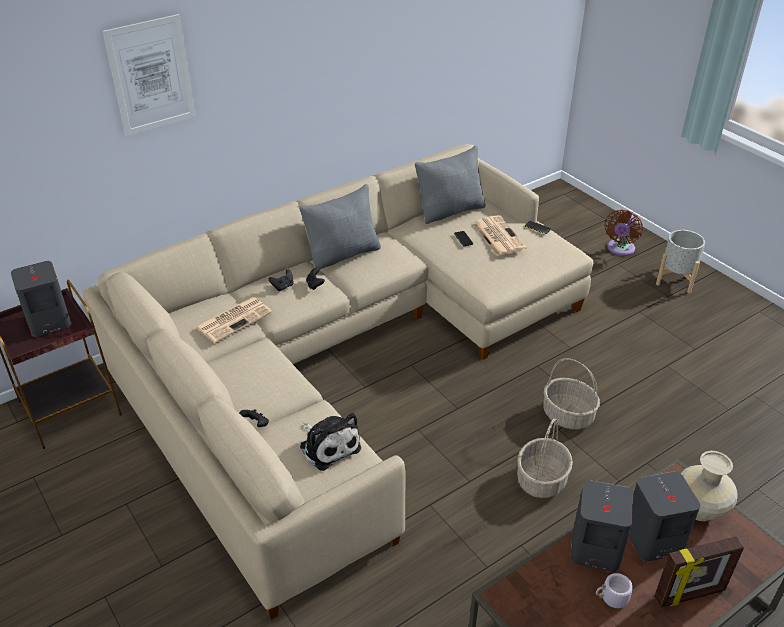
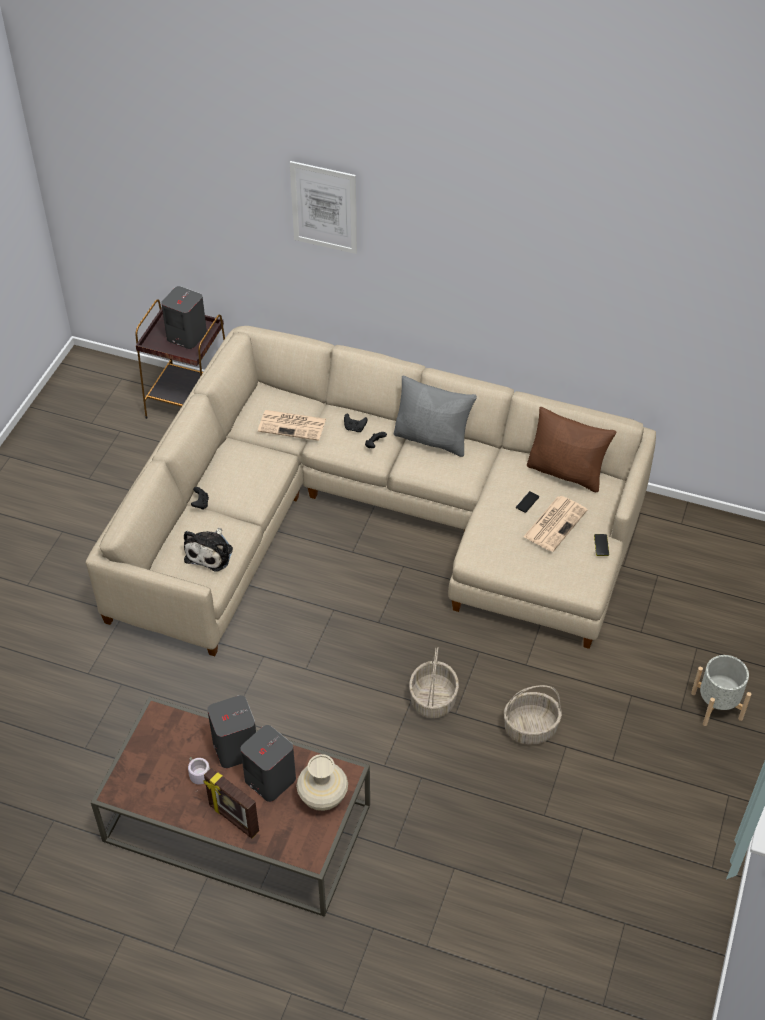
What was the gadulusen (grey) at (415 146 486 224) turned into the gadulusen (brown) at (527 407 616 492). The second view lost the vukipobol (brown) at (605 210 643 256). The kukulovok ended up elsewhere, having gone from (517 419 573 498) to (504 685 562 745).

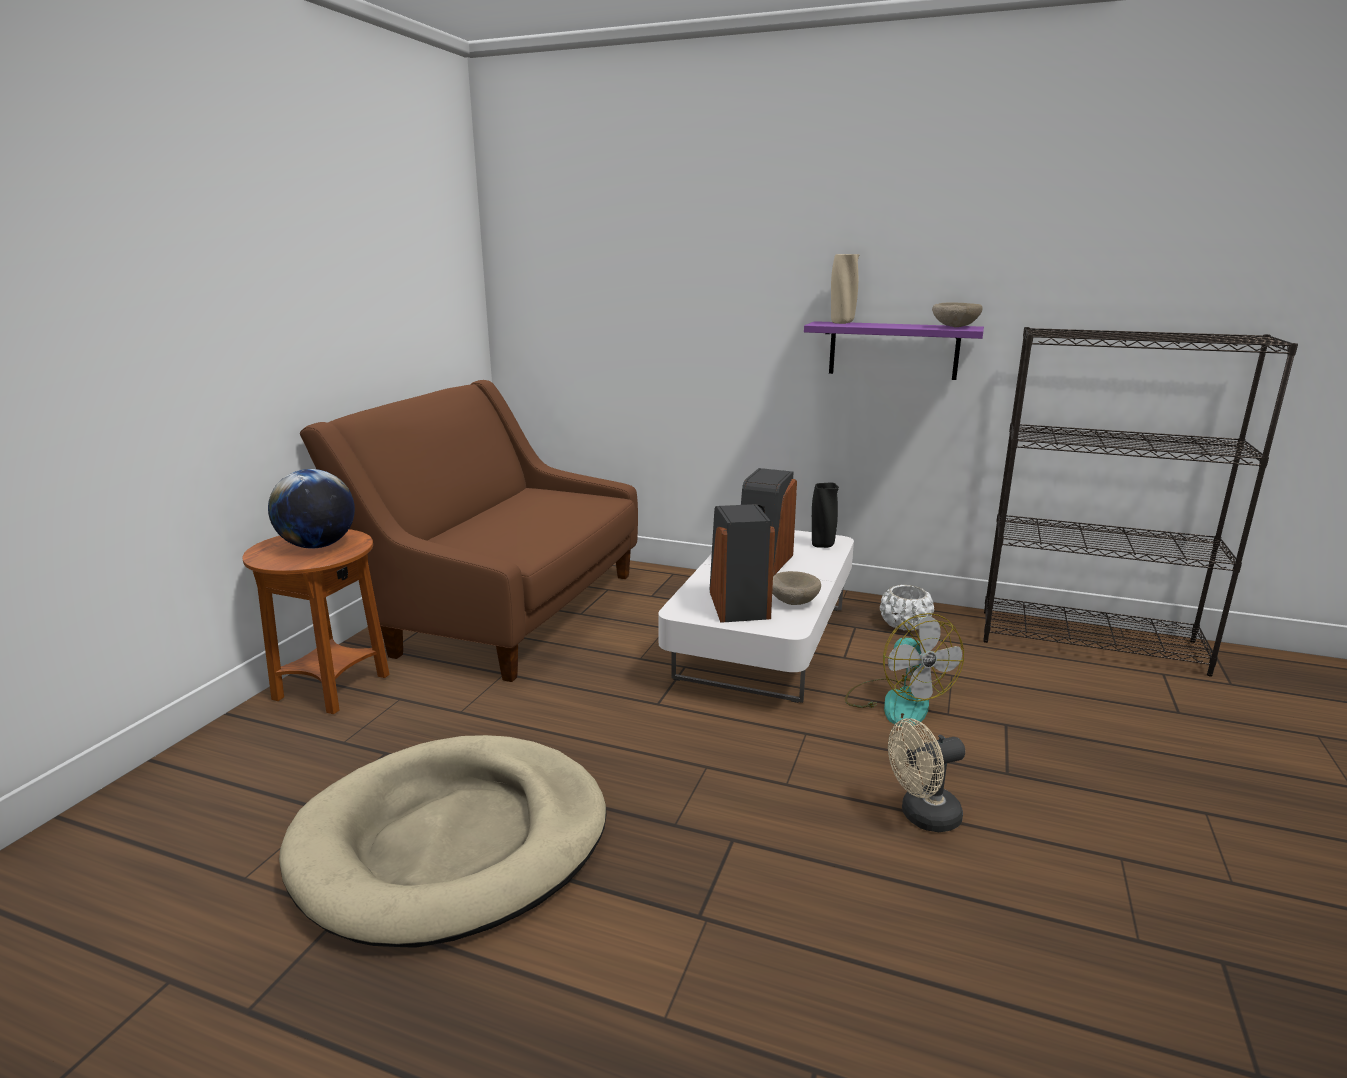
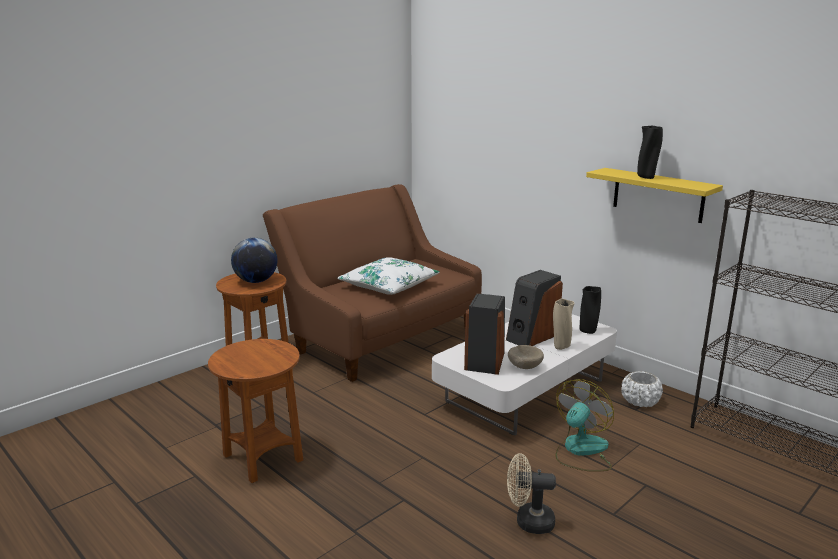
The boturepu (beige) ended up elsewhere, having gone from (831 254 860 324) to (553 299 575 350). The second view lost the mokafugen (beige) at (932 302 983 328). What was the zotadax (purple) at (804 321 984 380) turned into the zotadax (yellow) at (586 168 723 223). The vukipobol at (845 613 964 726) ended up facing another way, 150 degrees counterclockwise from before. Where the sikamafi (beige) stood at (279 735 607 948), the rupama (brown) came to stand at (208 339 303 483). The second view gained the boturepu (black) at (637 126 663 179). The second view gained the gadulusen (white) at (337 257 440 295).

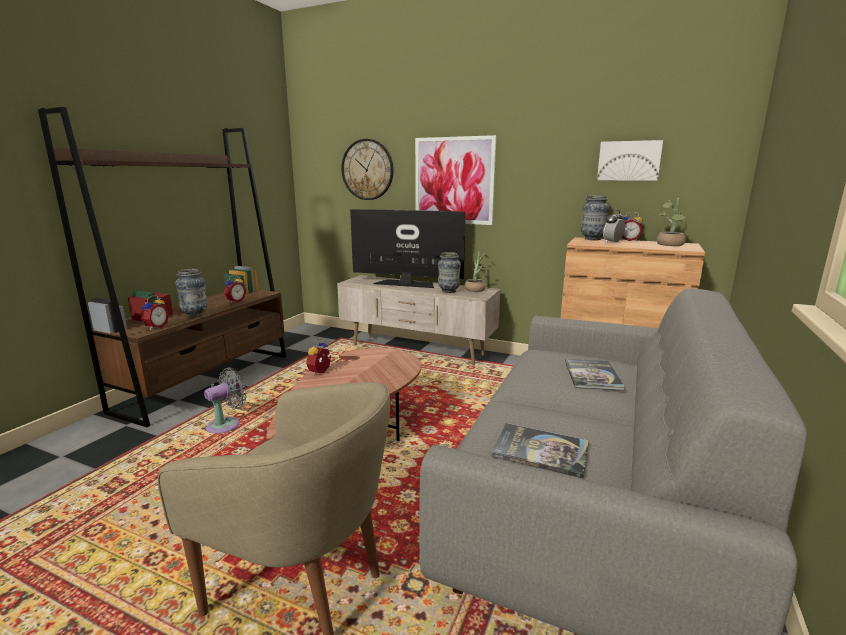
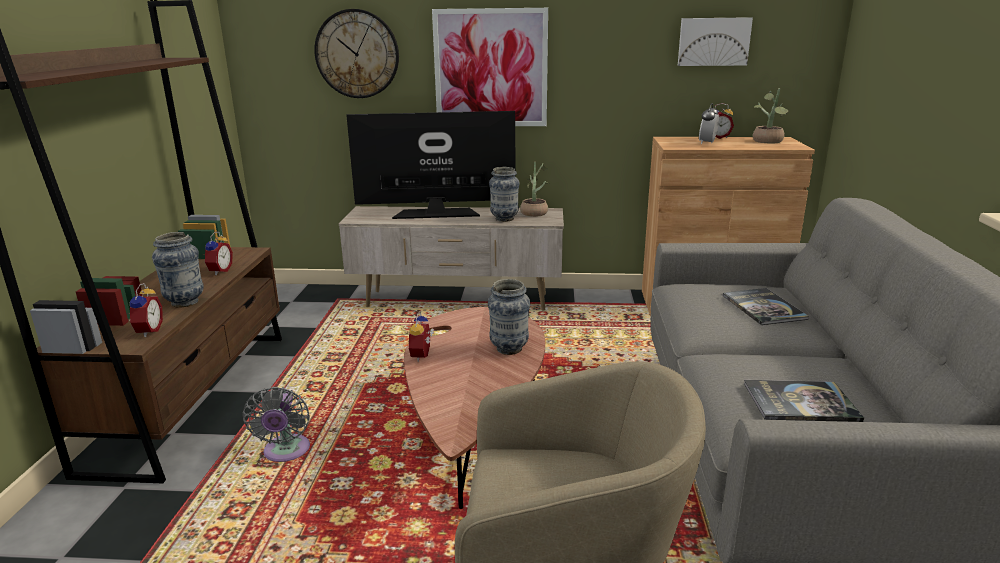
The boturepu ended up elsewhere, having gone from (581 195 609 240) to (488 279 530 355). The vukipobol (grey) at (204 367 247 434) ended up facing another way, 150 degrees clockwise from before.

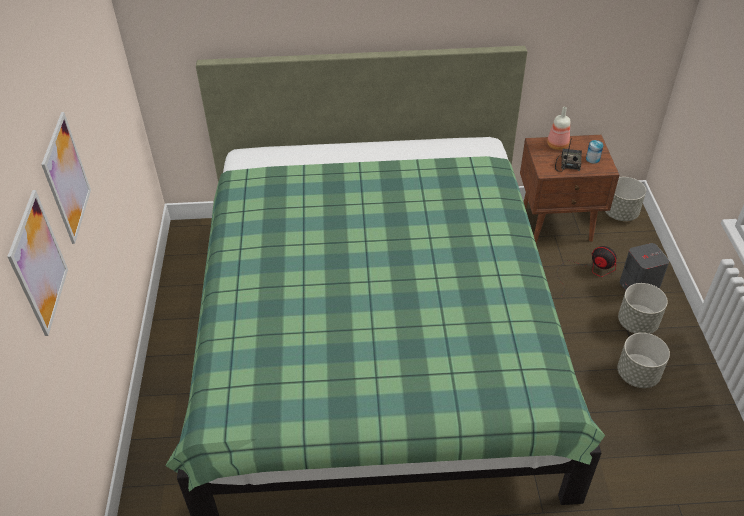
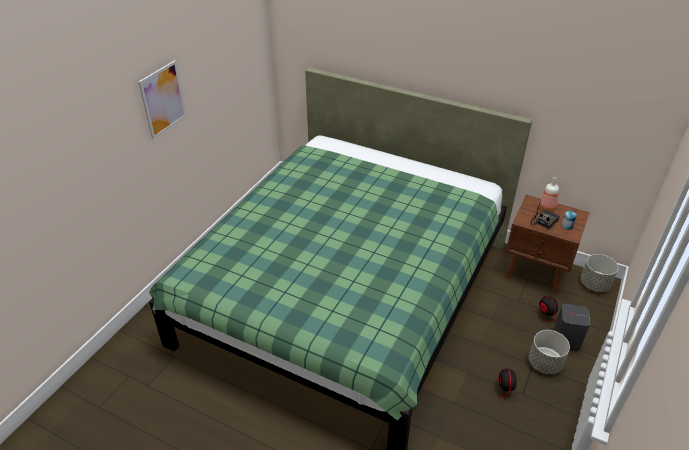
The second view lost the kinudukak at (7 190 68 336). Where the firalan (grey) stood at (617 333 670 388), the vukipobol came to stand at (496 368 554 419).

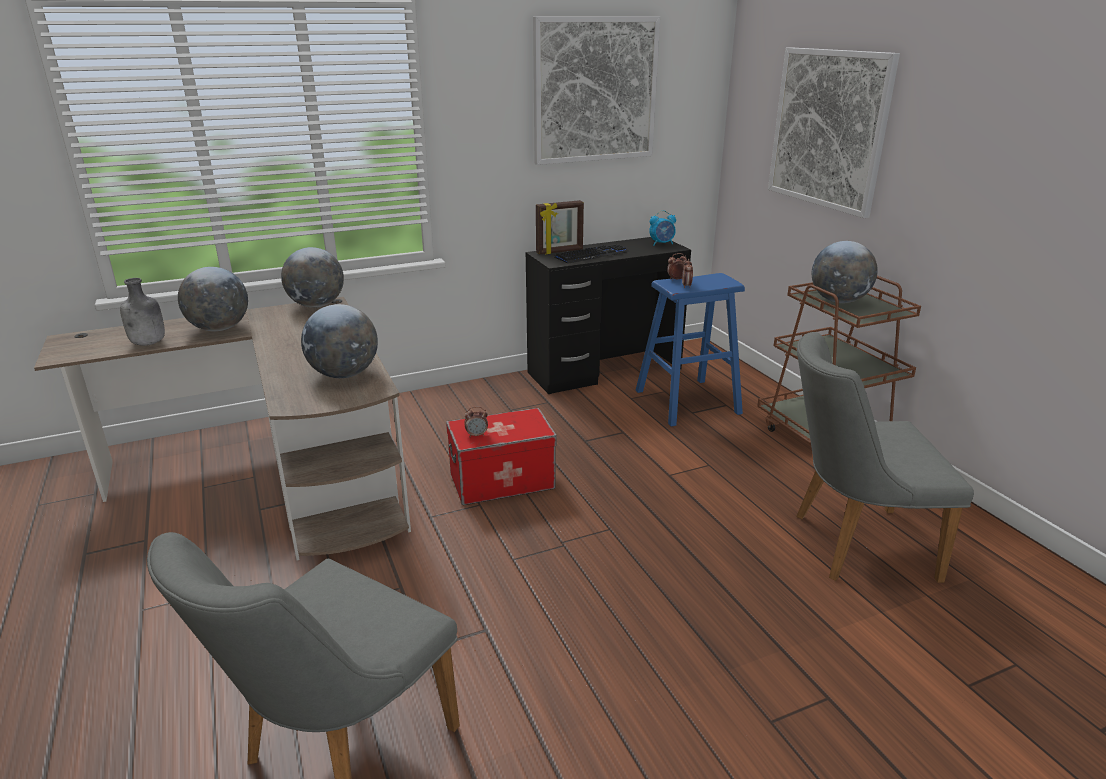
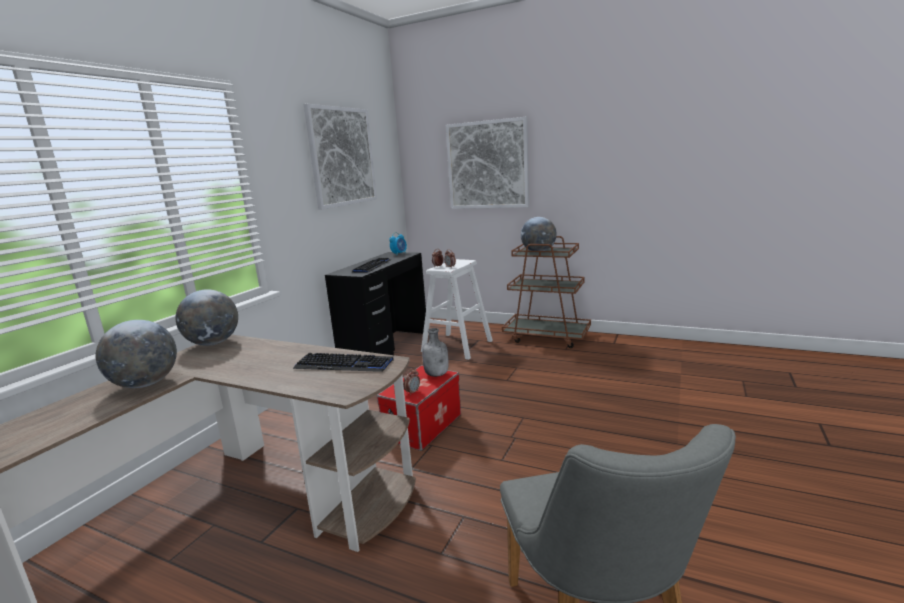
The second view lost the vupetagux at (536 200 584 255). What was the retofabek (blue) at (636 273 745 426) turned into the retofabek (white) at (421 259 493 360). The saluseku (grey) ended up elsewhere, having gone from (120 278 165 346) to (422 328 448 377). Where the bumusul stood at (301 304 378 378), the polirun came to stand at (293 353 394 372). The second view lost the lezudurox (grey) at (796 332 974 583).

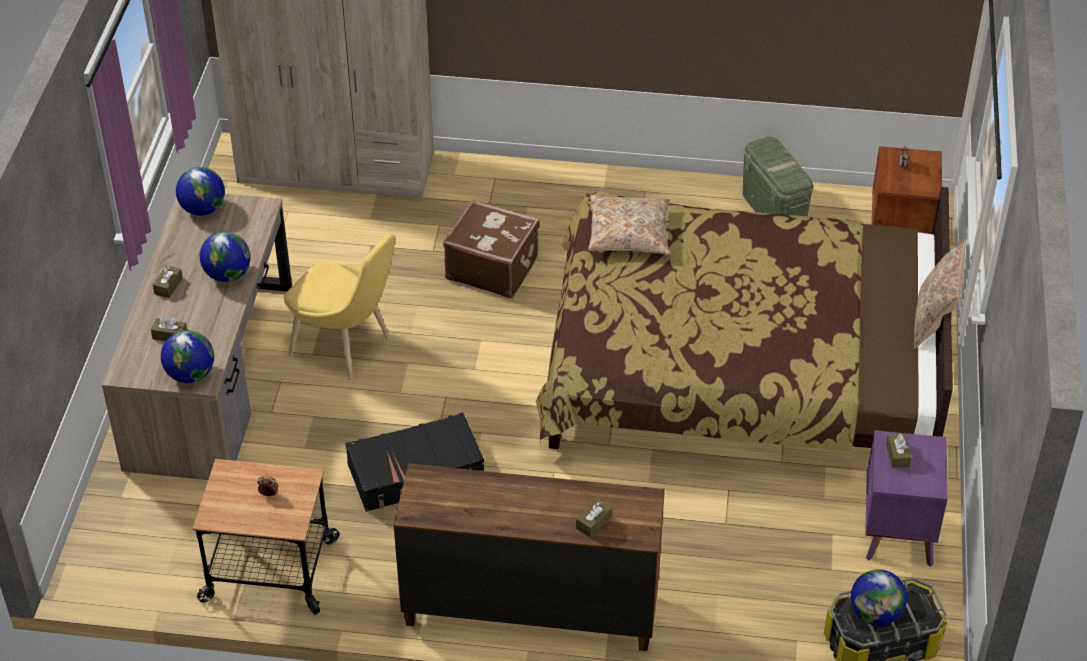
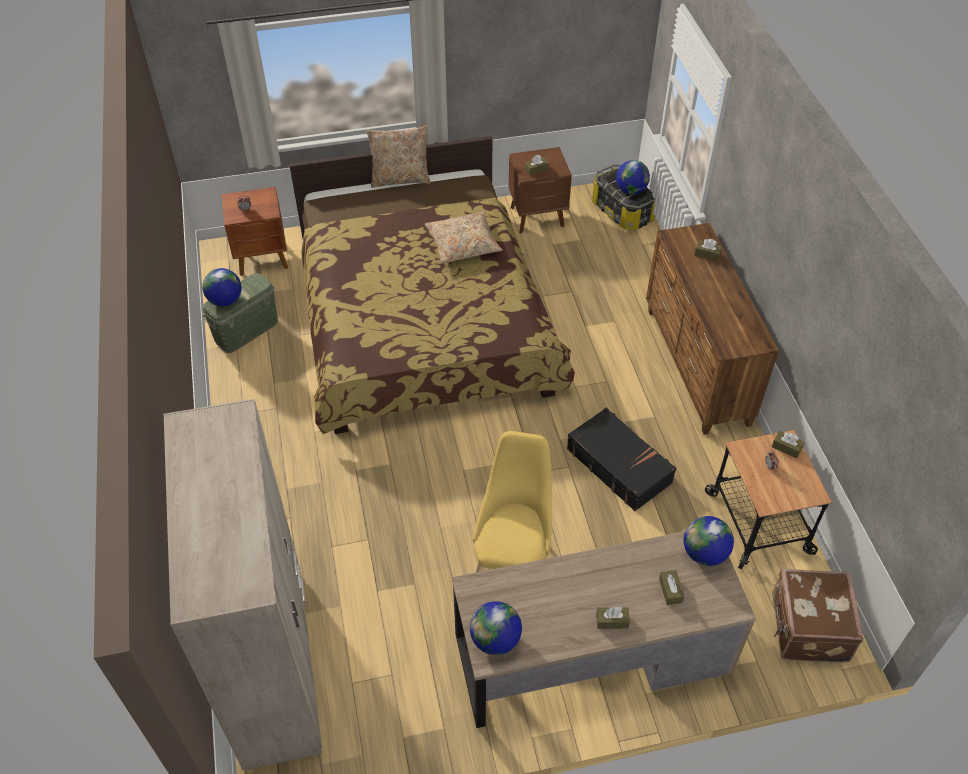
The gadulusen (beige) ended up elsewhere, having gone from (588 194 670 255) to (425 211 503 264). The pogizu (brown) ended up elsewhere, having gone from (443 200 540 298) to (772 569 864 663). The bumusul ended up elsewhere, having gone from (200 232 250 282) to (202 268 242 306). What was the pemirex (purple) at (865 430 948 567) turned into the pemirex (brown) at (509 147 572 234). The second view gained the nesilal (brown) at (772 431 805 458).

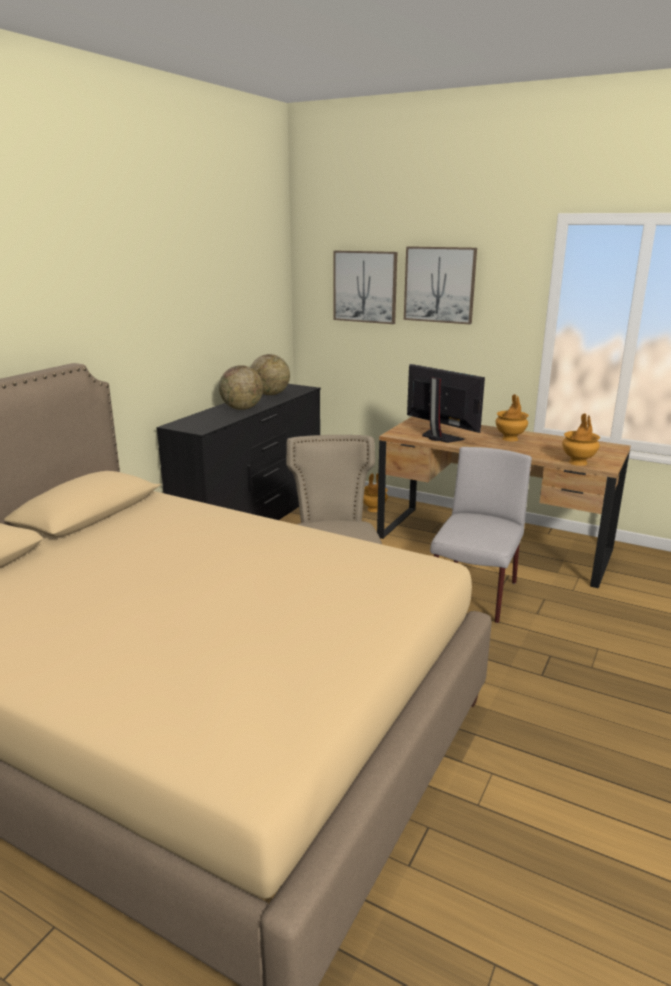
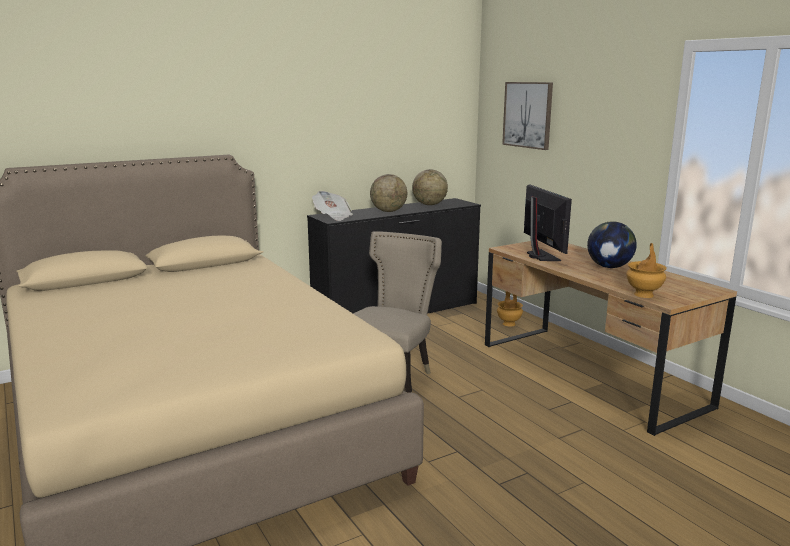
The second view lost the kinudukak at (404 246 477 324). Where the boturepu (brown) stood at (496 394 529 441), the bumusul came to stand at (587 221 637 268). The second view lost the lezudurox (grey) at (430 447 532 623). The second view gained the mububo at (312 191 353 221).

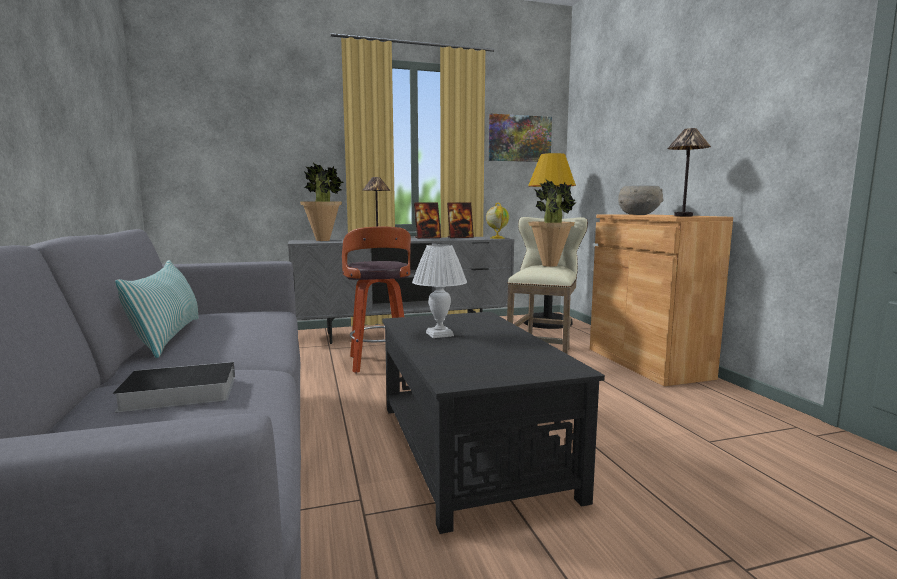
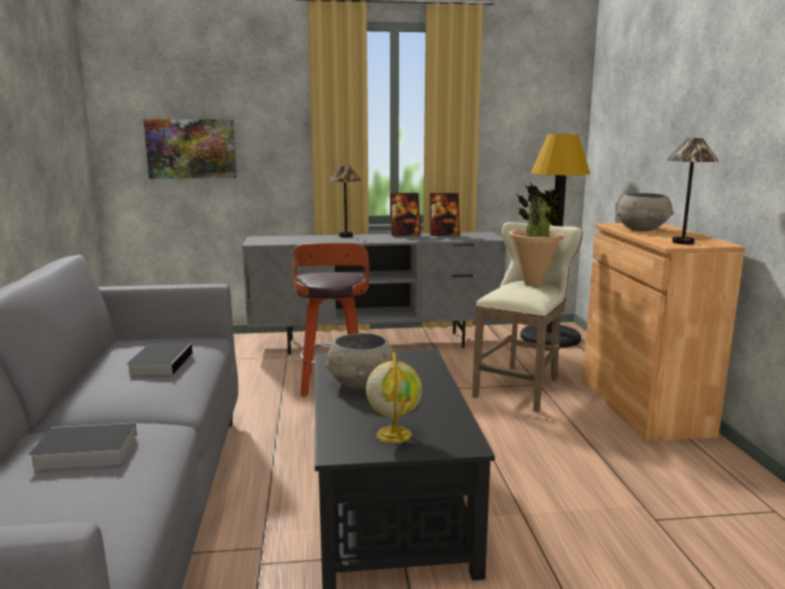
The kinudukak ended up elsewhere, having gone from (489 114 552 162) to (143 120 237 179). The second view lost the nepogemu at (300 163 344 241). The bumusul ended up elsewhere, having gone from (486 202 509 239) to (366 352 422 443). Where the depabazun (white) stood at (412 244 467 338), the mokafugen (grey) came to stand at (325 333 393 389). The second view lost the gadulusen at (115 260 199 358). The second view gained the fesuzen at (126 343 193 375).

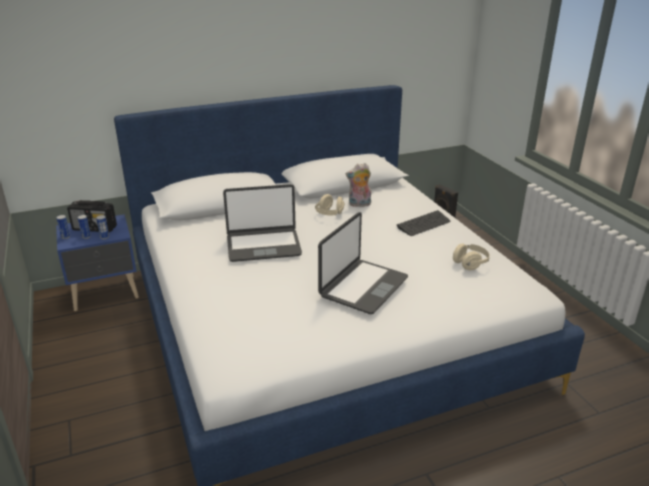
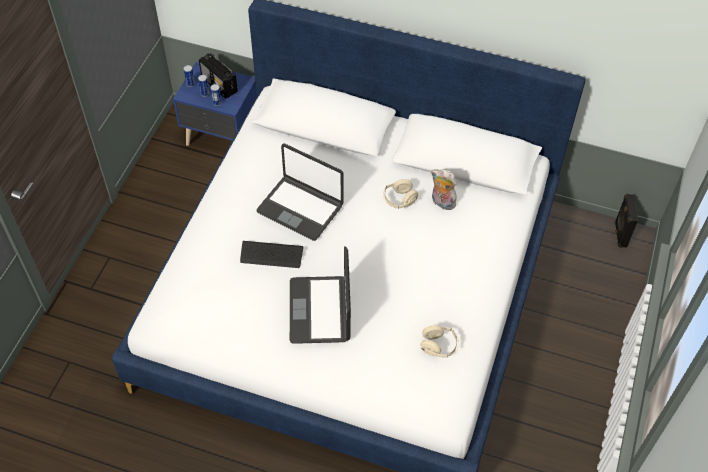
The polirun ended up elsewhere, having gone from (397 210 451 236) to (240 241 304 268). The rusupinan at (318 212 408 314) ended up facing another way, 105 degrees clockwise from before.

